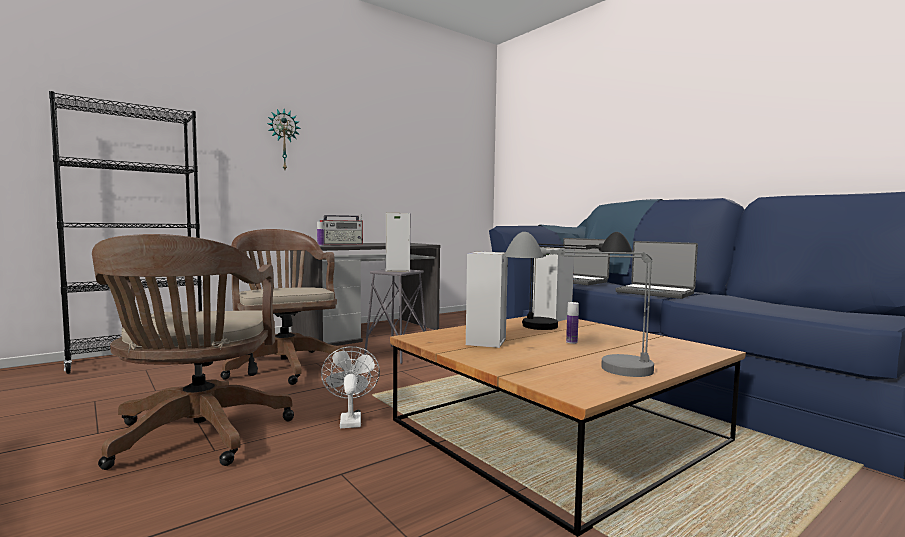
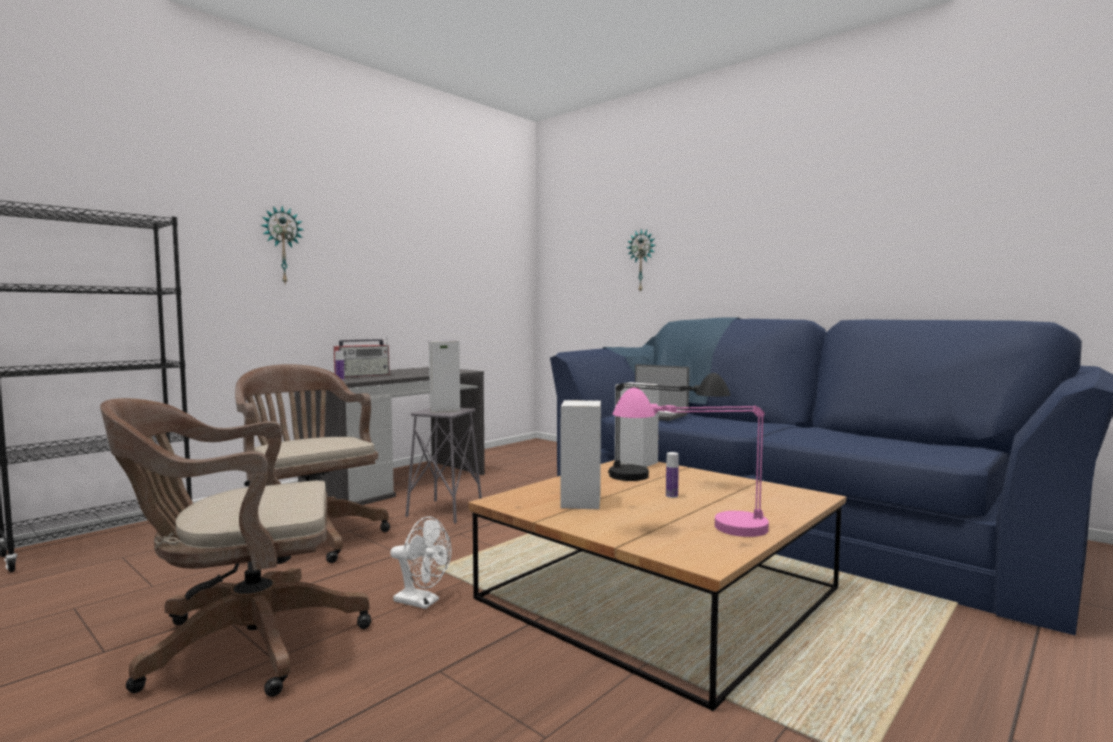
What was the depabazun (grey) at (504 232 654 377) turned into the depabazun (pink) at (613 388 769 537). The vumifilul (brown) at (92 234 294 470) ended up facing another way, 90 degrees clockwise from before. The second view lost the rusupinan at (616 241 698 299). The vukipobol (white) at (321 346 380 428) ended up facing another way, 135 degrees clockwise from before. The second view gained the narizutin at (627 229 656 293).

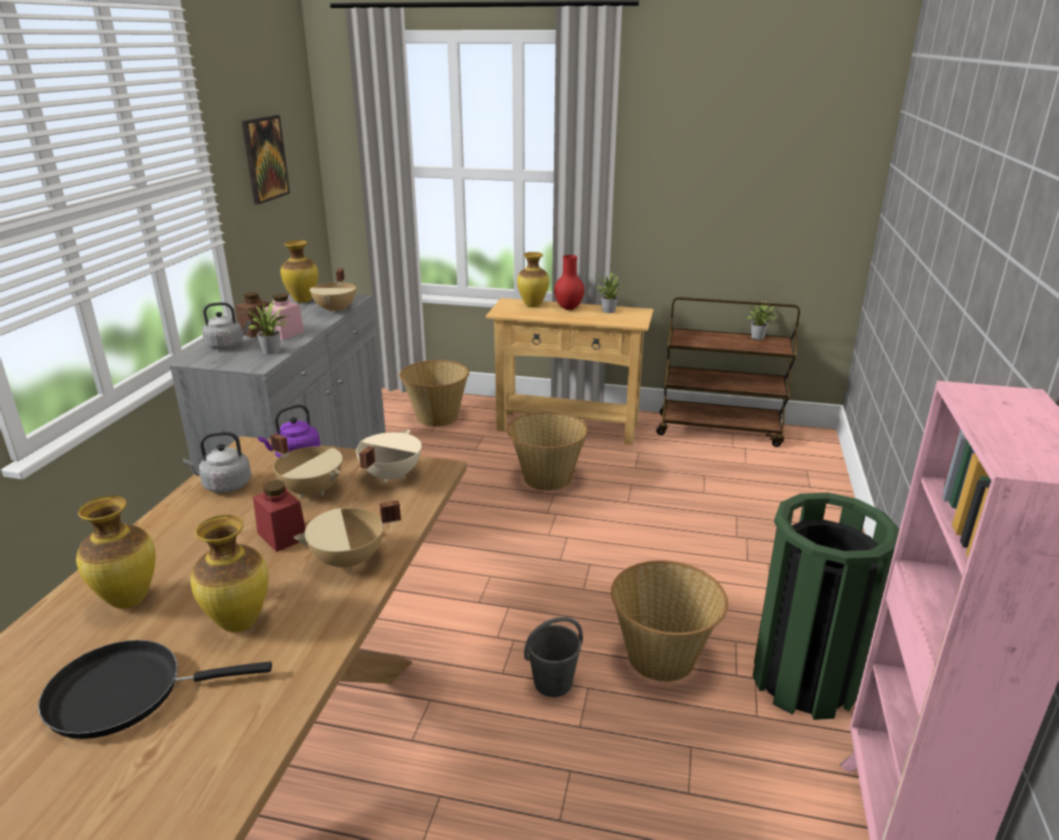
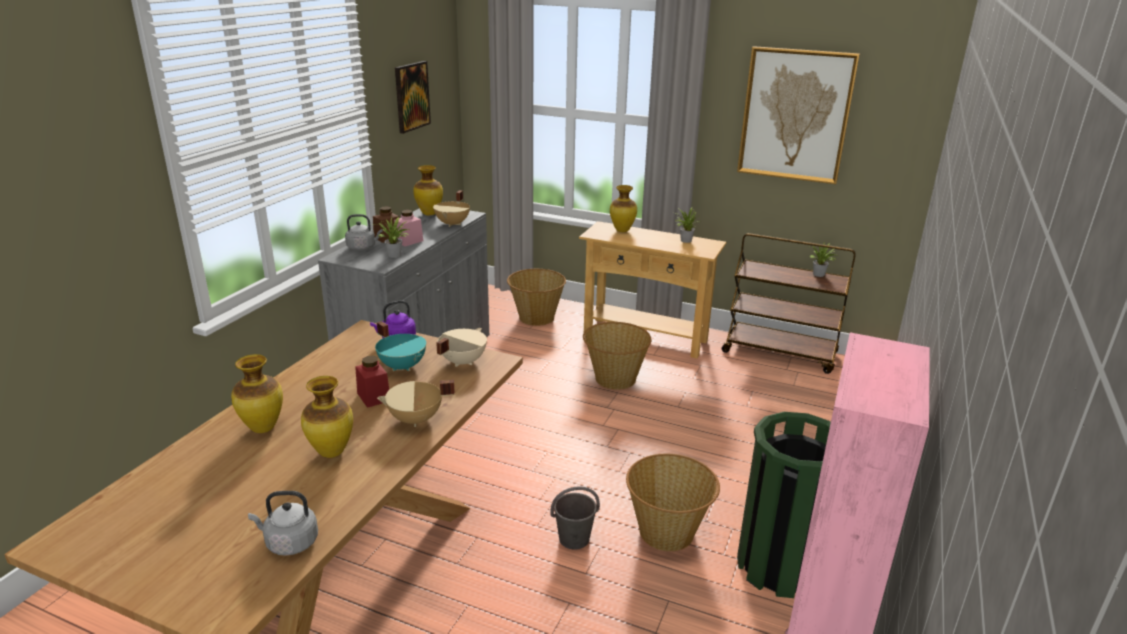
The second view lost the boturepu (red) at (554 255 584 310). The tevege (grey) ended up elsewhere, having gone from (183 431 251 493) to (248 491 318 556). What was the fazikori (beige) at (270 433 342 498) turned into the fazikori (turquoise) at (375 321 426 371). The second view lost the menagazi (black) at (38 640 272 739). The second view gained the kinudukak at (737 46 860 184).

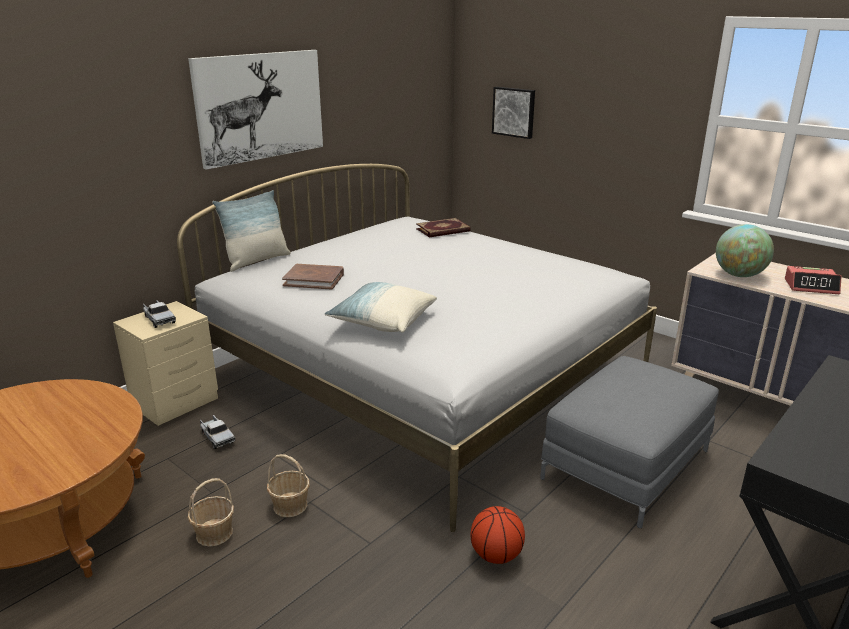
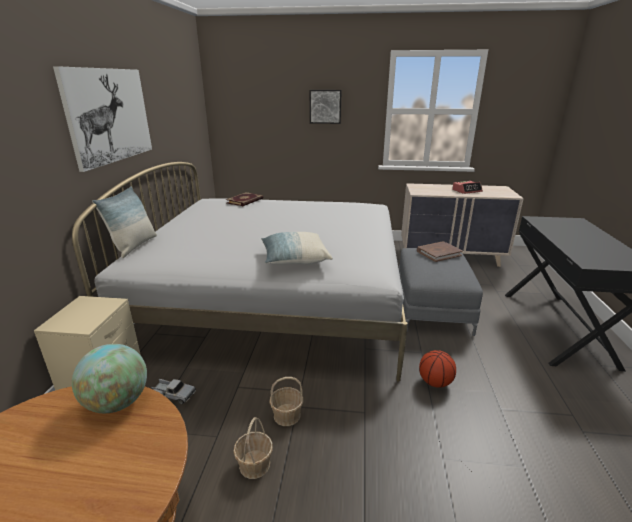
The kinudukak ended up elsewhere, having gone from (492 87 535 139) to (310 90 342 124). The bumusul ended up elsewhere, having gone from (716 224 774 277) to (72 344 147 413). The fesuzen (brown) ended up elsewhere, having gone from (282 264 344 290) to (417 241 463 262). The second view lost the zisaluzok at (143 300 176 328).

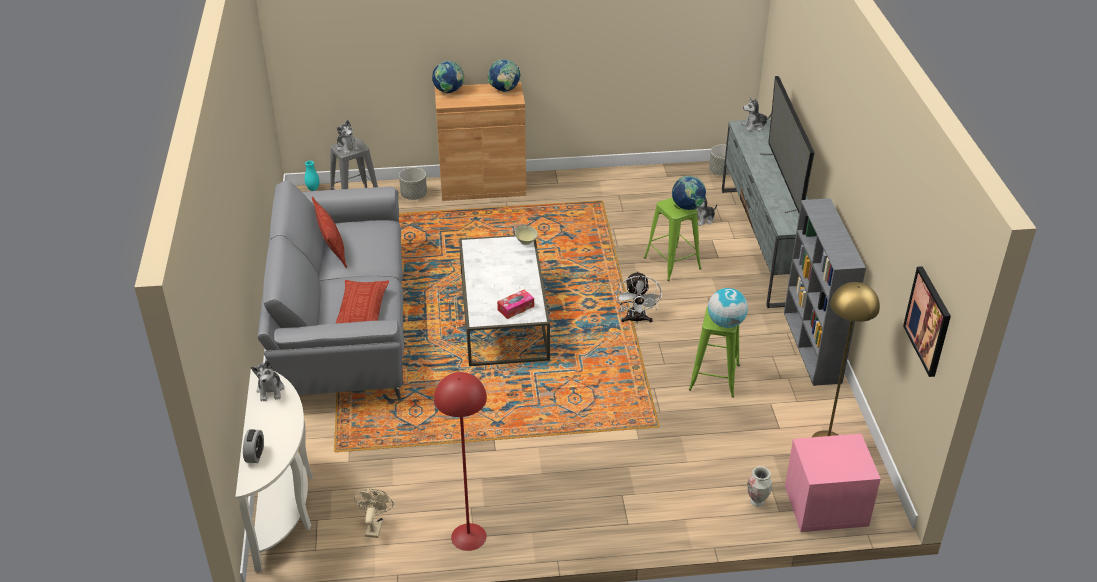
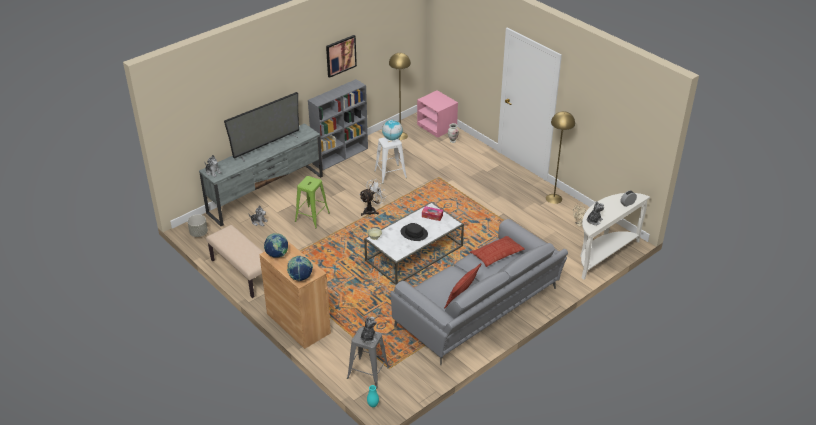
The second view lost the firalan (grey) at (399 168 427 200). The second view lost the bumusul at (672 176 706 210). The kinudukak ended up elsewhere, having gone from (903 266 951 377) to (326 35 357 78). What was the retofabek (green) at (689 306 740 398) turned into the retofabek (white) at (374 137 407 184). What was the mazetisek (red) at (434 372 487 551) turned into the mazetisek (yellow) at (546 111 575 204). The second view gained the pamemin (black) at (400 223 428 241). The second view gained the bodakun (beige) at (206 225 263 298).

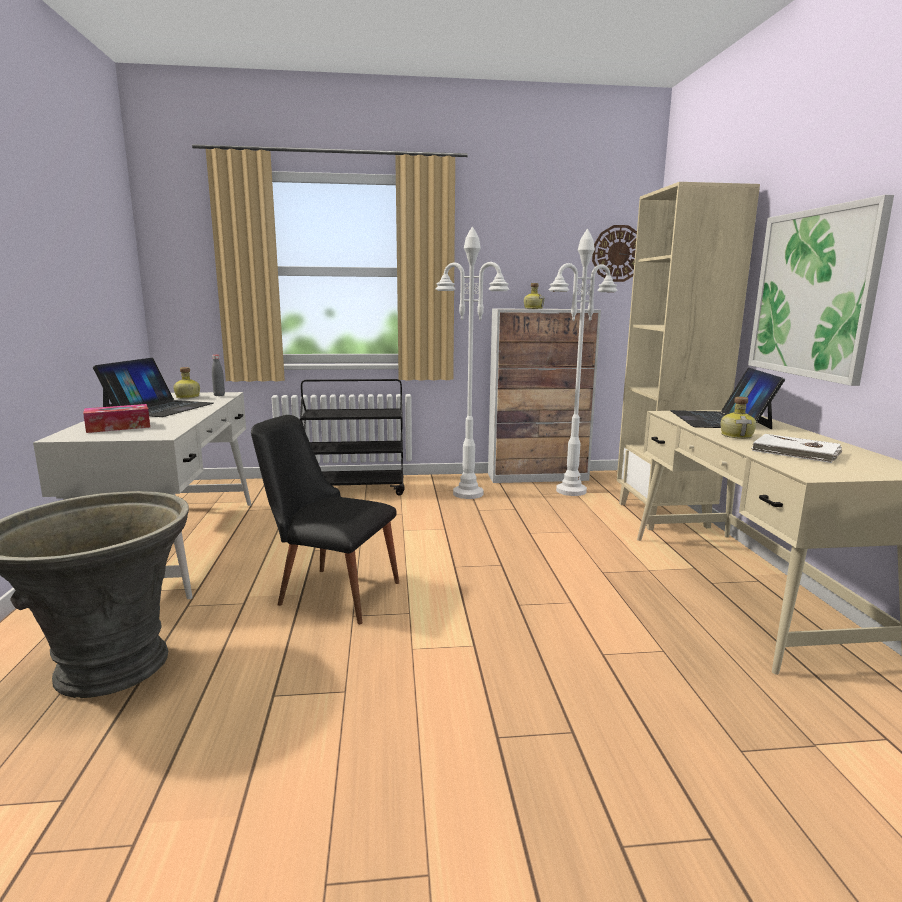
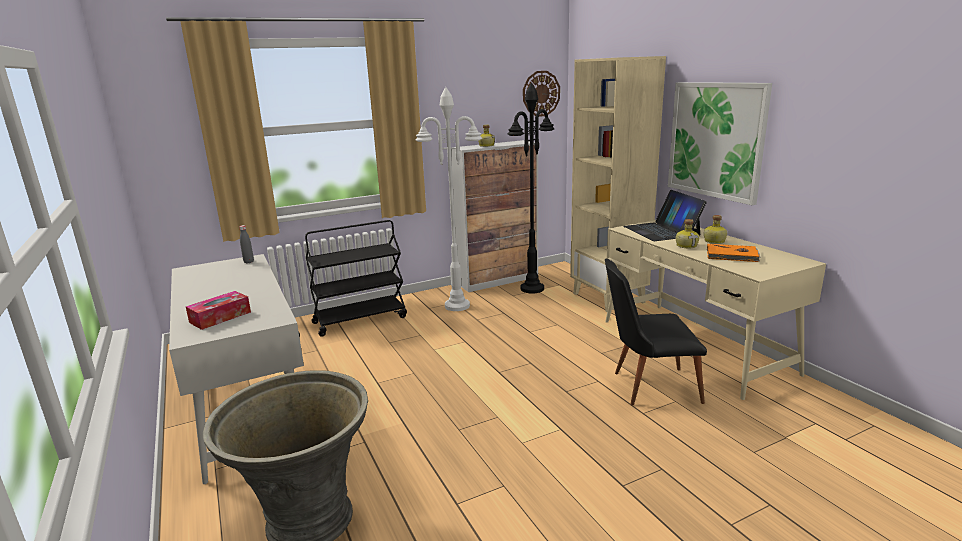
What was the mazetisek (white) at (549 229 618 496) turned into the mazetisek (black) at (508 82 554 294). The second view lost the rusupinan at (93 358 213 417). The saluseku ended up elsewhere, having gone from (173 367 200 399) to (704 215 727 244). The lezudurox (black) ended up elsewhere, having gone from (251 415 399 624) to (605 259 707 406). What was the fesuzen (white) at (751 434 843 463) turned into the fesuzen (orange) at (707 244 761 262).

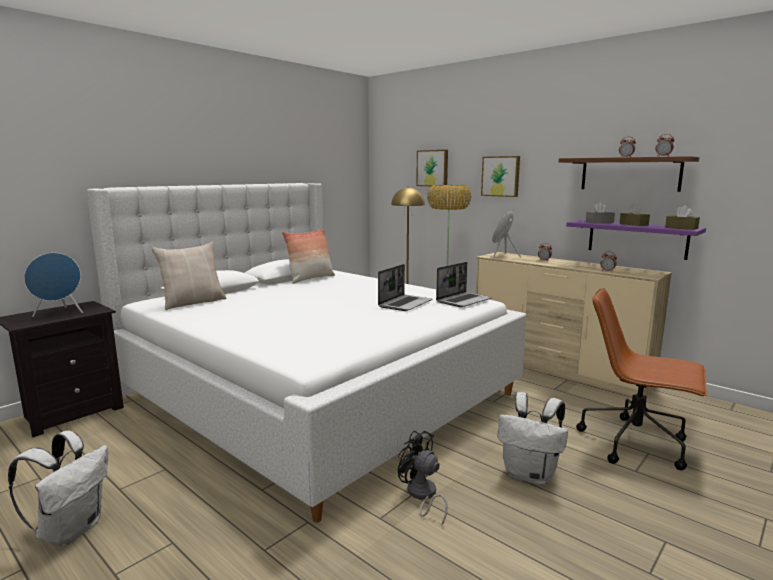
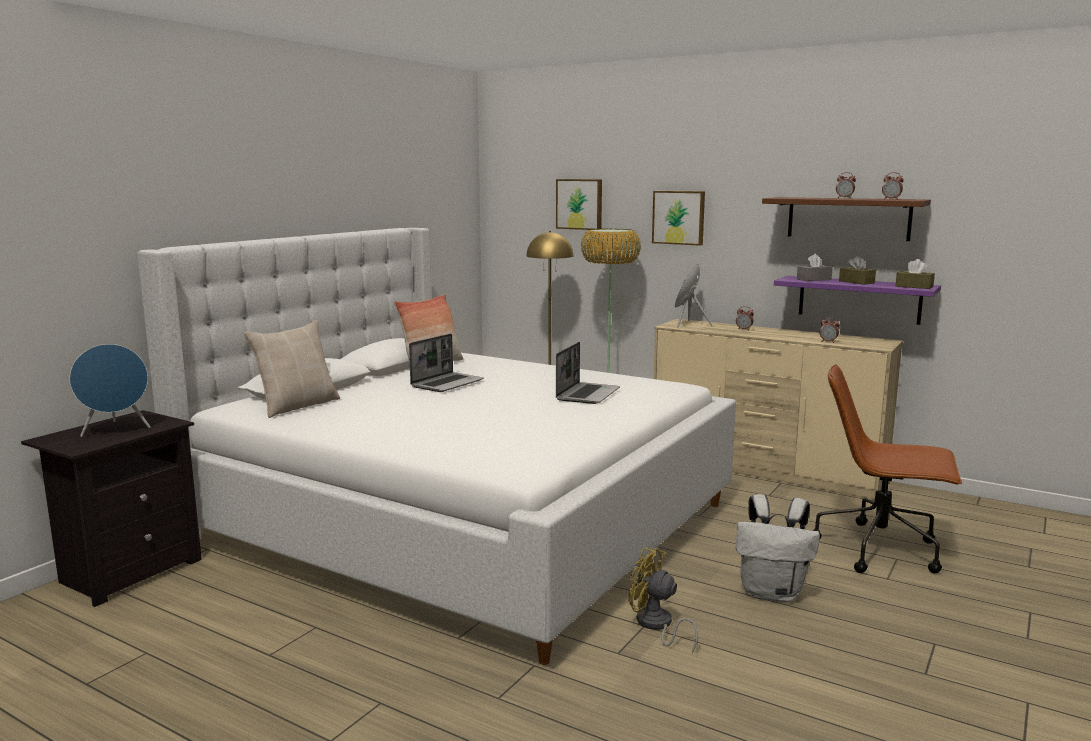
The rusupinan ended up elsewhere, having gone from (436 262 492 307) to (409 334 484 392). What was the vukipobol (black) at (398 430 448 525) turned into the vukipobol (yellow) at (628 547 698 653). The second view lost the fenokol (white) at (8 431 108 546).

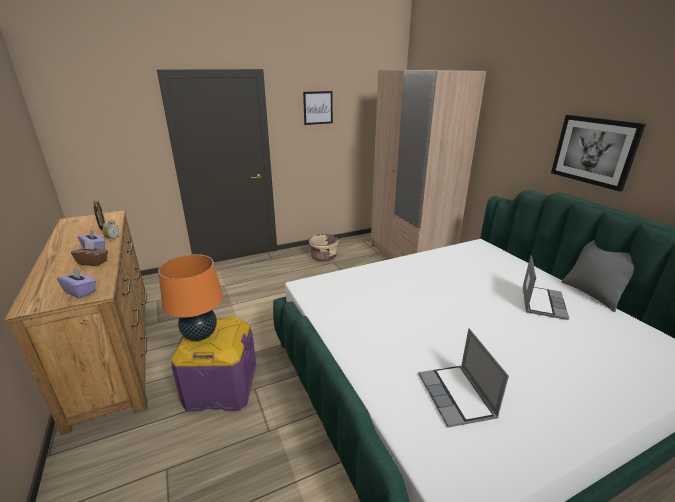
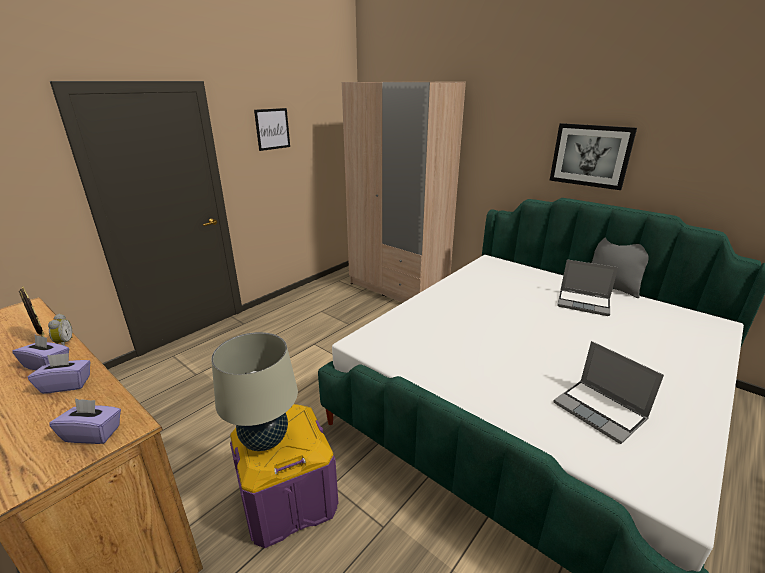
The second view lost the firalan (beige) at (309 234 339 261). What was the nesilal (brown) at (71 241 108 266) turned into the nesilal (purple) at (27 353 91 394). What was the depabazun (orange) at (158 254 223 341) turned into the depabazun (beige) at (211 332 298 451). The rusupinan at (522 255 569 320) ended up facing another way, 120 degrees clockwise from before.

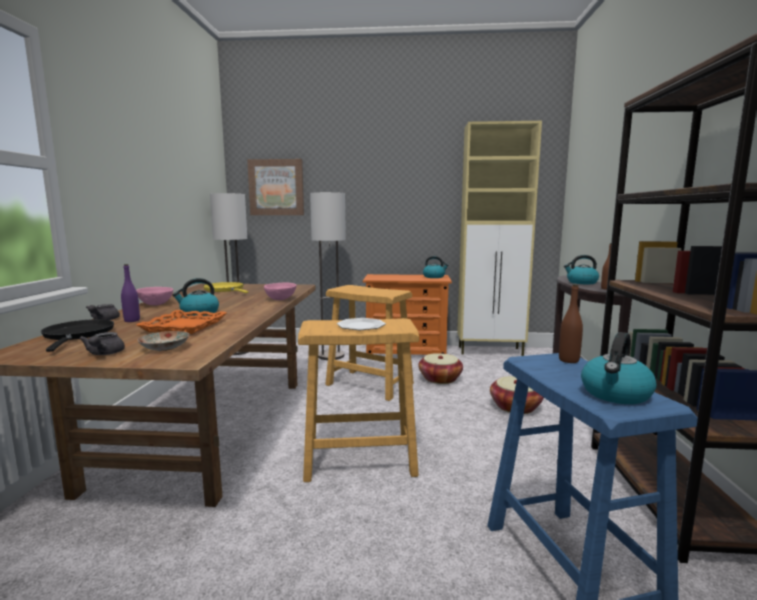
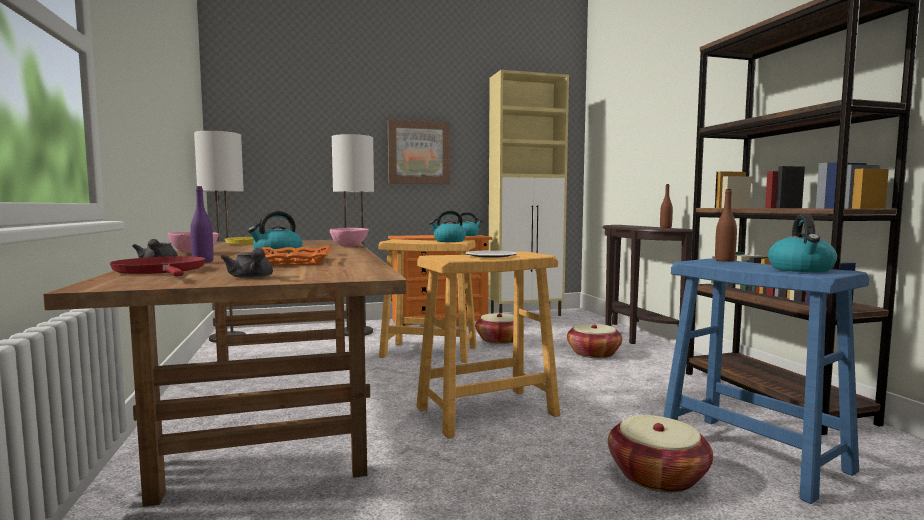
The kinudukak ended up elsewhere, having gone from (247 159 304 215) to (388 119 450 184). The tevege ended up elsewhere, having gone from (564 255 599 284) to (429 210 466 242). What was the menagazi (black) at (41 319 114 352) turned into the menagazi (red) at (110 256 206 276). The second view lost the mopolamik at (138 331 190 351). The second view gained the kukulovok at (608 415 713 493).

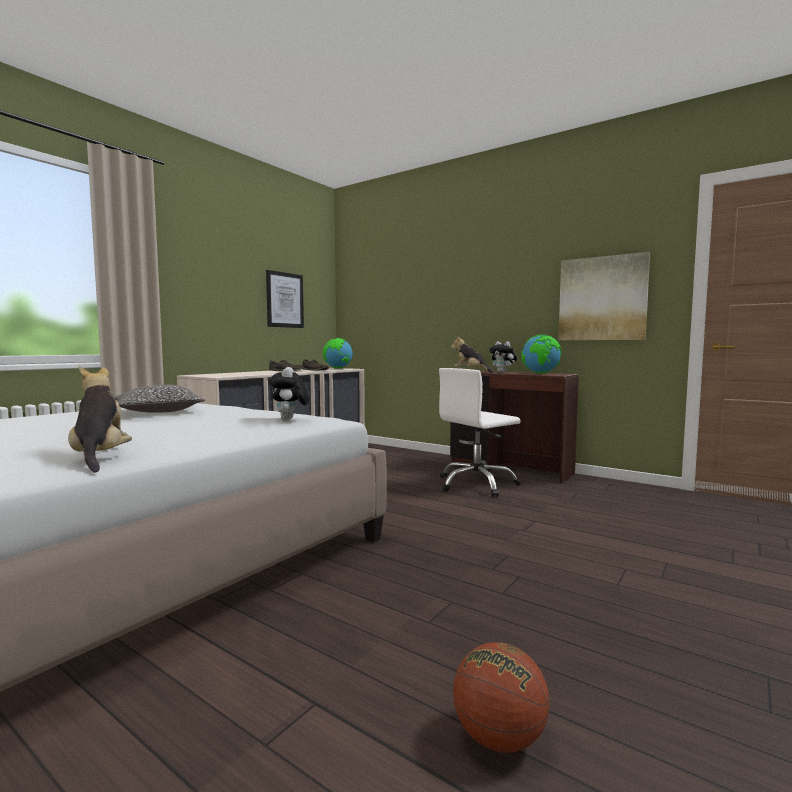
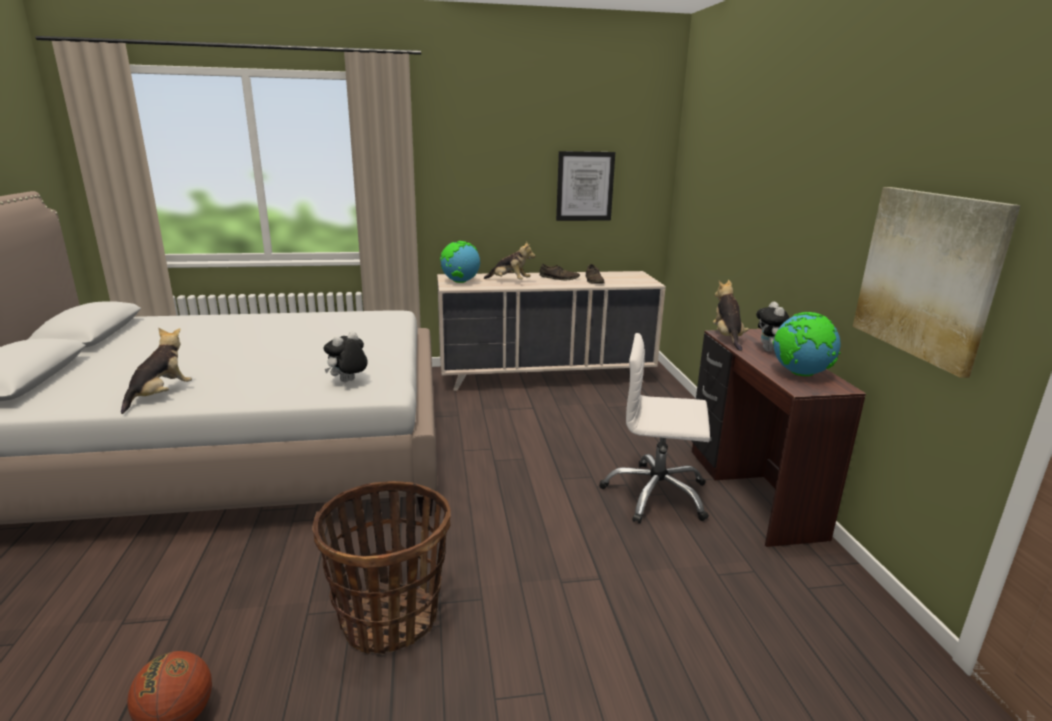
The bumusul ended up elsewhere, having gone from (323 338 352 369) to (440 241 480 283). The second view lost the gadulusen at (114 385 205 413). The second view gained the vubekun at (484 242 535 280). The second view gained the kukulovok at (313 481 451 655).

